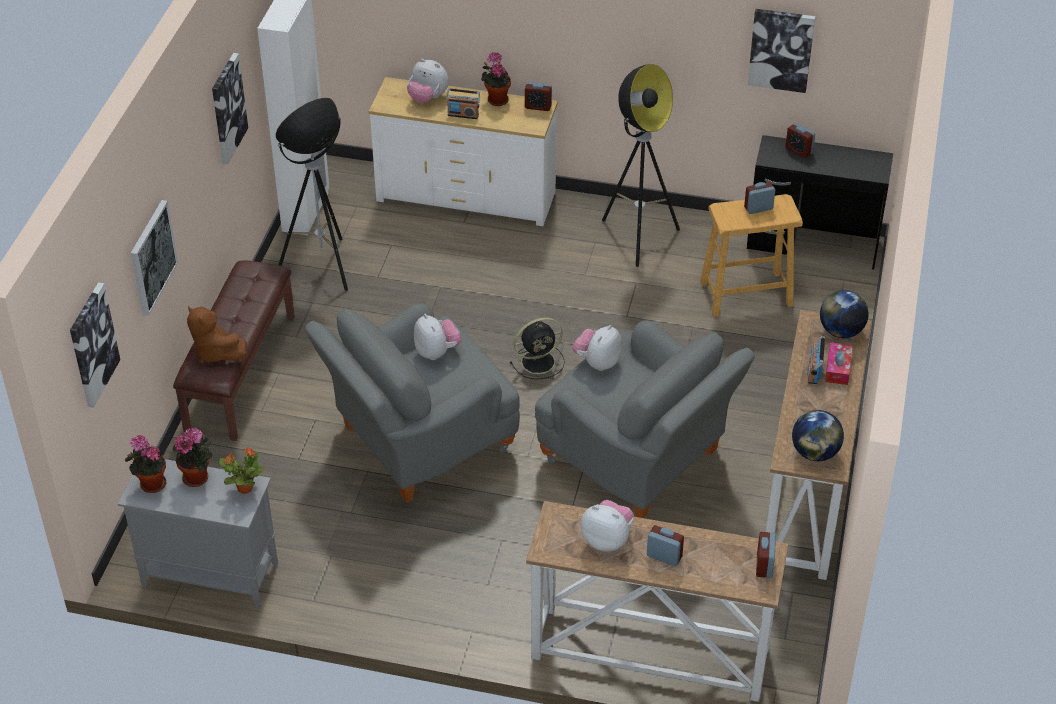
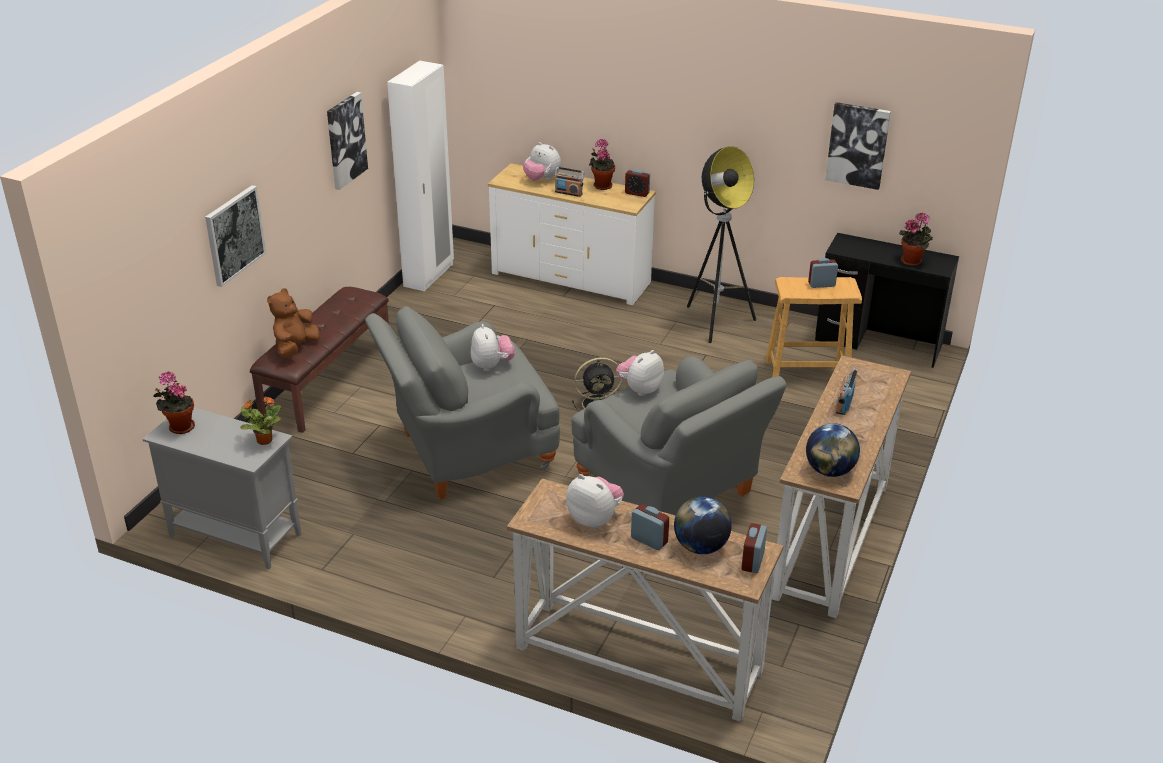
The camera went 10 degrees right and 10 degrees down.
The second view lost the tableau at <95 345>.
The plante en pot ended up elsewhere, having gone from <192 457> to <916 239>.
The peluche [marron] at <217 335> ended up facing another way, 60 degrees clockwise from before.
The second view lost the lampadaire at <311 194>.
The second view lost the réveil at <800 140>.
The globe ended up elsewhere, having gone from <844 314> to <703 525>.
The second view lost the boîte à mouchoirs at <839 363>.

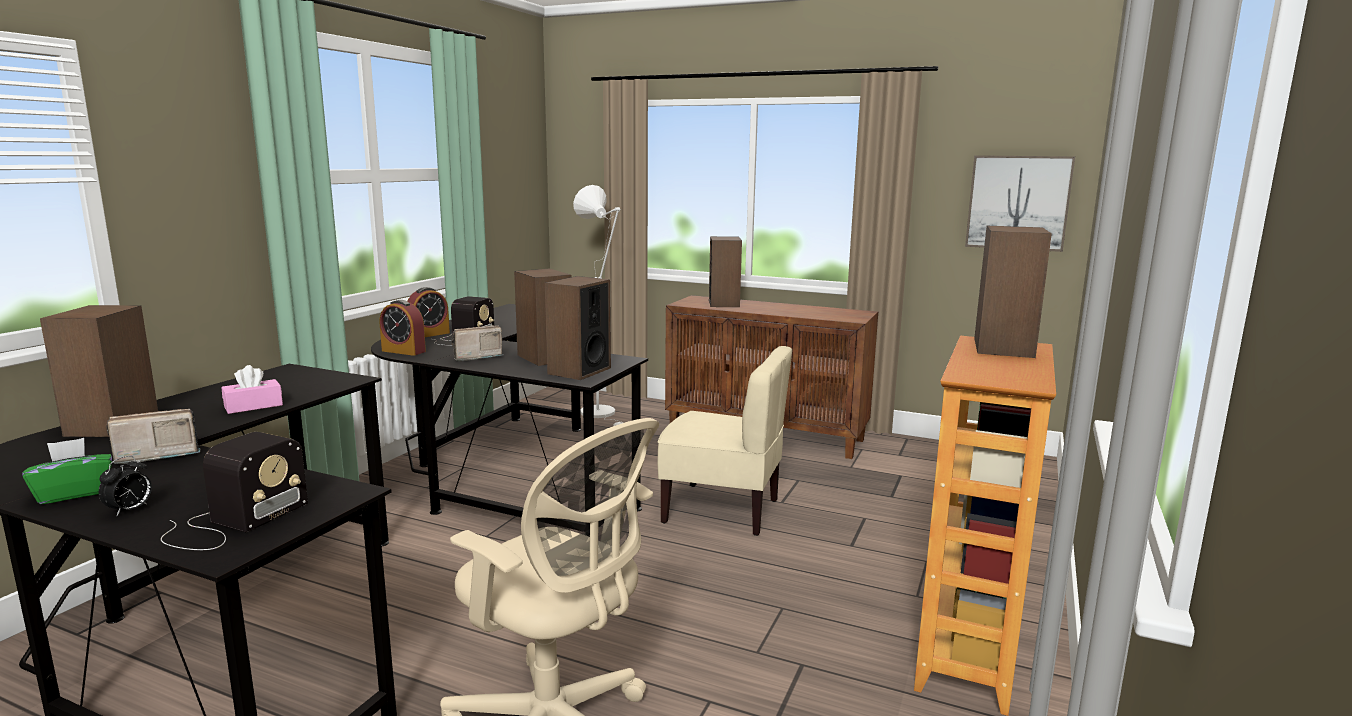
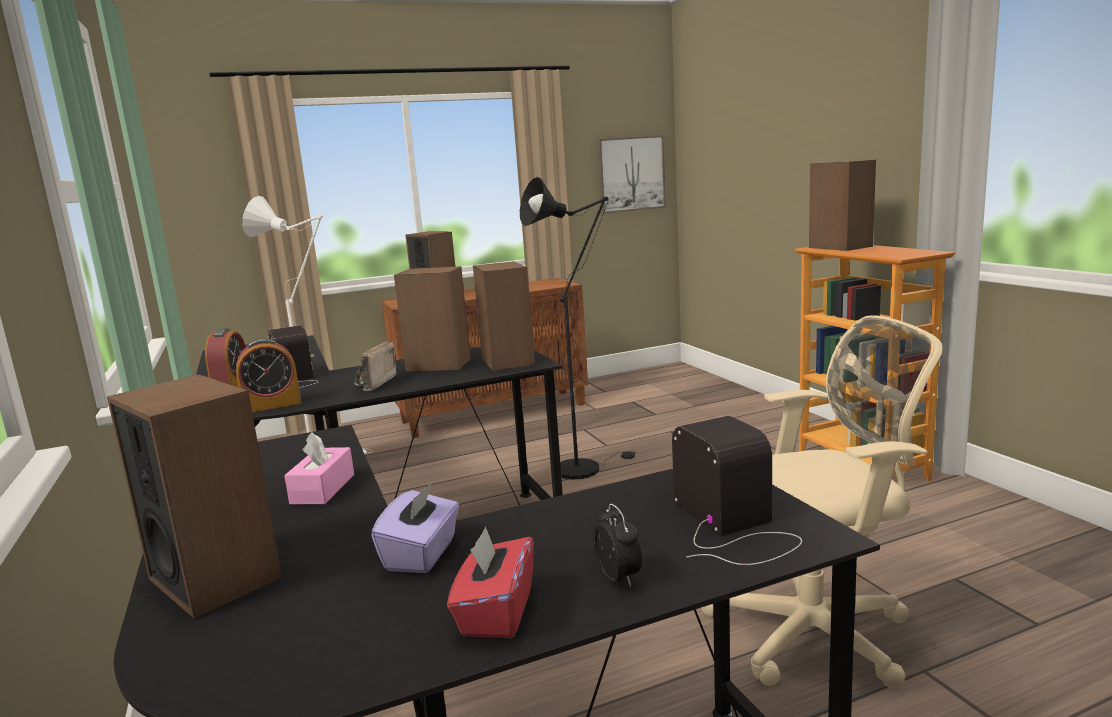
The camera went 45 degrees left and 0 degrees up.
What was the boîte à mouchoirs [vert] at <67 471> turned into the boîte à mouchoirs [rouge] at <490 582>.
Where the radio stood at <153 436>, the boîte à mouchoirs [violet] came to stand at <415 527>.
Where the chaise [beige] stood at <724 441>, the lampadaire [noir] came to stand at <578 328>.

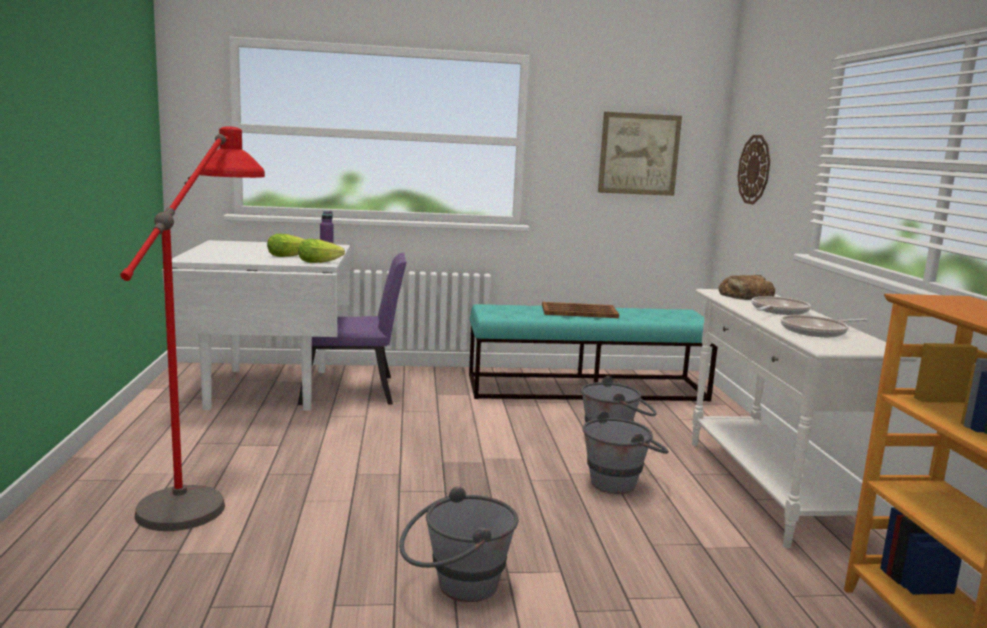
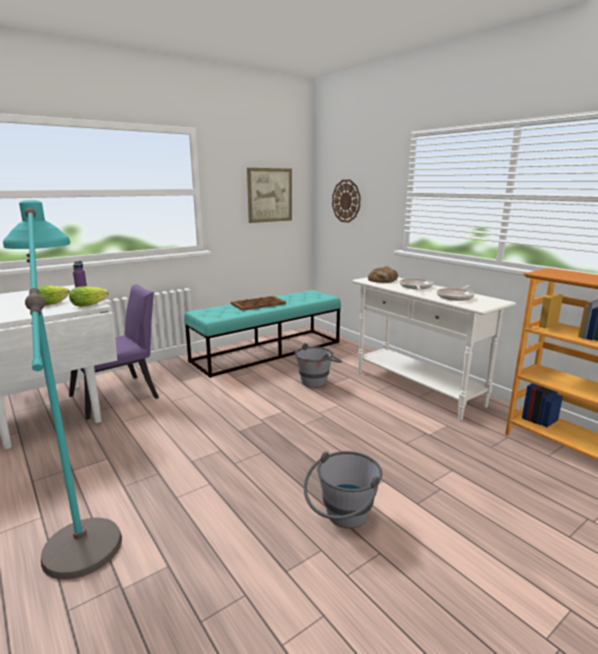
The camera went 30 degrees left and 5 degrees up.
What was the lampadaire [rouge] at <192 328> turned into the lampadaire [turquoise] at <62 390>.
The second view lost the seau [gris] at <625 452>.

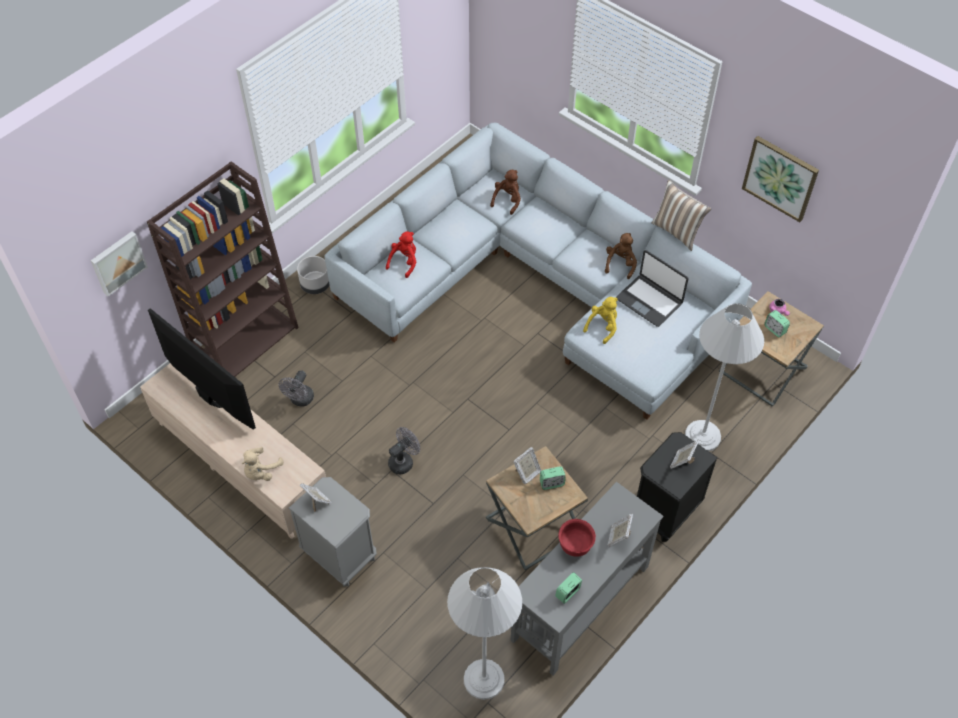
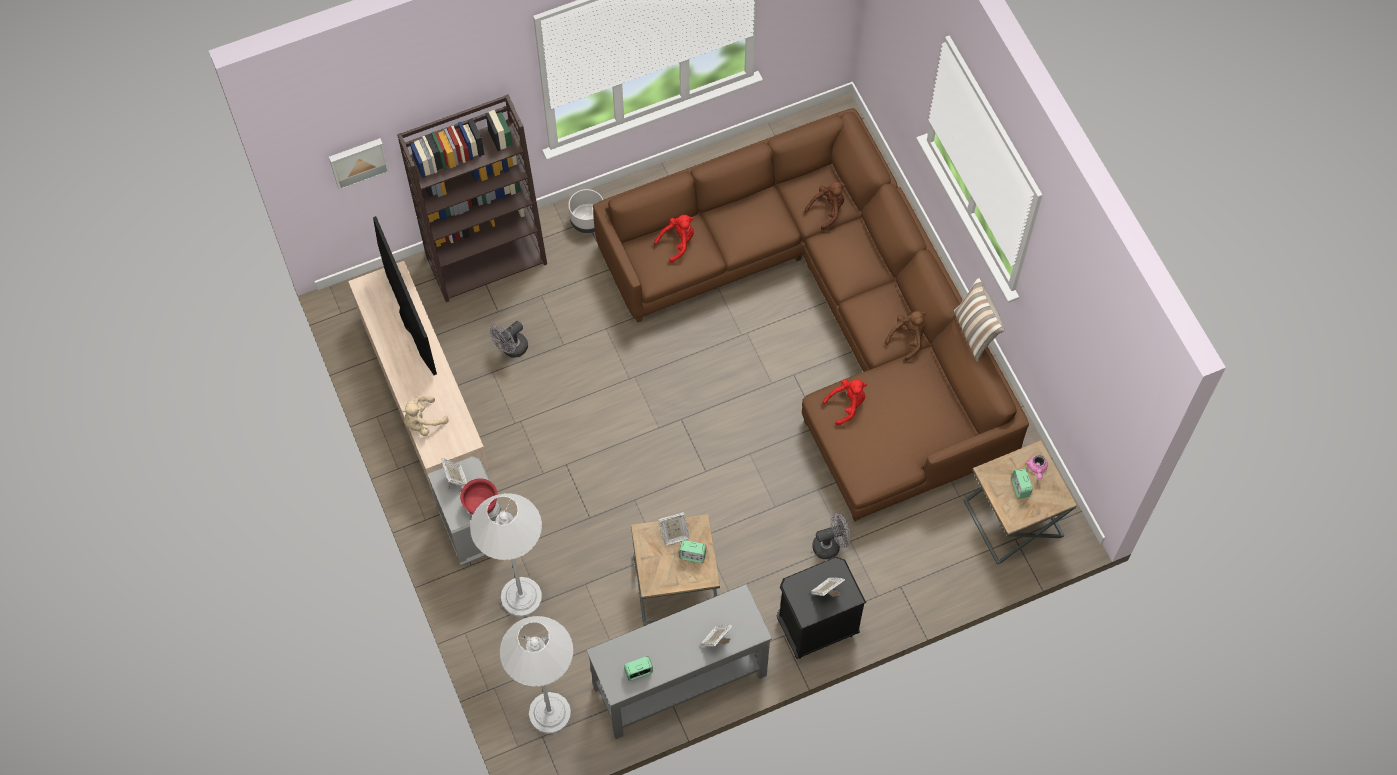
The camera went 25 degrees right and 10 degrees up.
What was the canapé [gris] at <538 271> turned into the canapé [marron] at <811 315>.
The ventilateur [gris] ended up elsewhere, having gone from <404 450> to <831 536>.
The bol [rouge] ended up elsewhere, having gone from <577 538> to <479 496>.
What was the peluche [jaune] at <600 320> turned into the peluche [rouge] at <844 402>.
The second view lost the ordinateur portable at <652 288>.
The lampadaire [blanc] ended up elsewhere, having gone from <724 377> to <506 555>.
The second view lost the tableau at <780 179>.

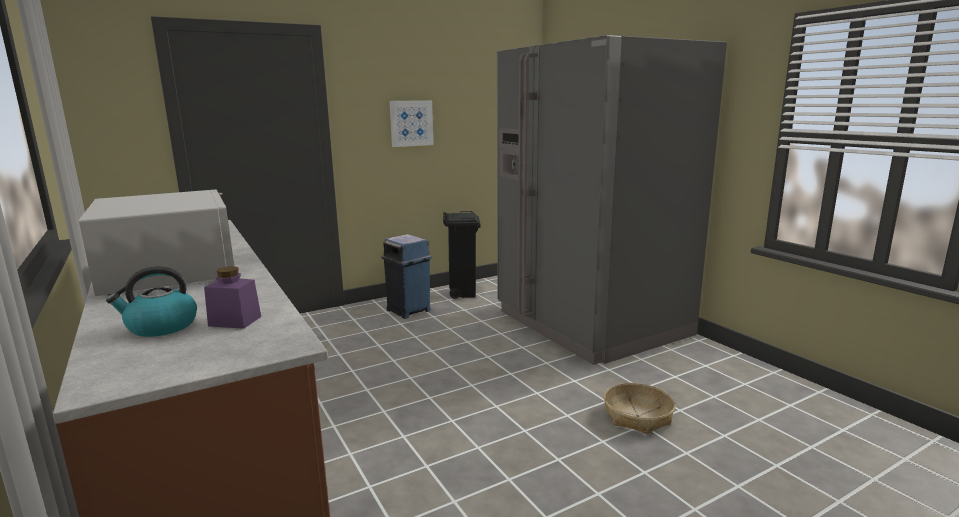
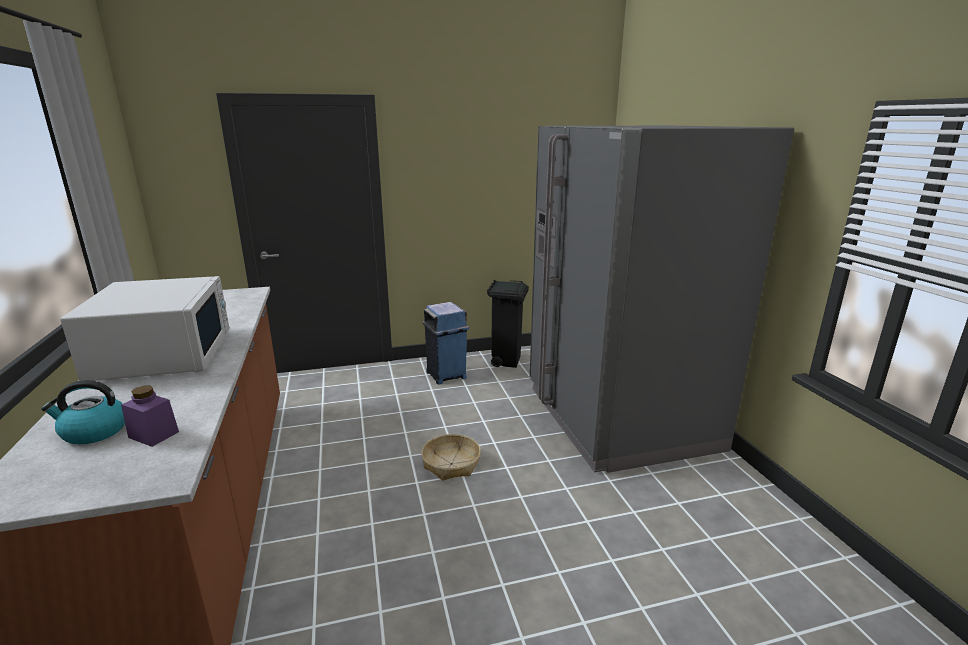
The camera went 15 degrees right and 5 degrees up.
The second view lost the tableau at <412 123>.
The panier ended up elsewhere, having gone from <639 408> to <451 457>.

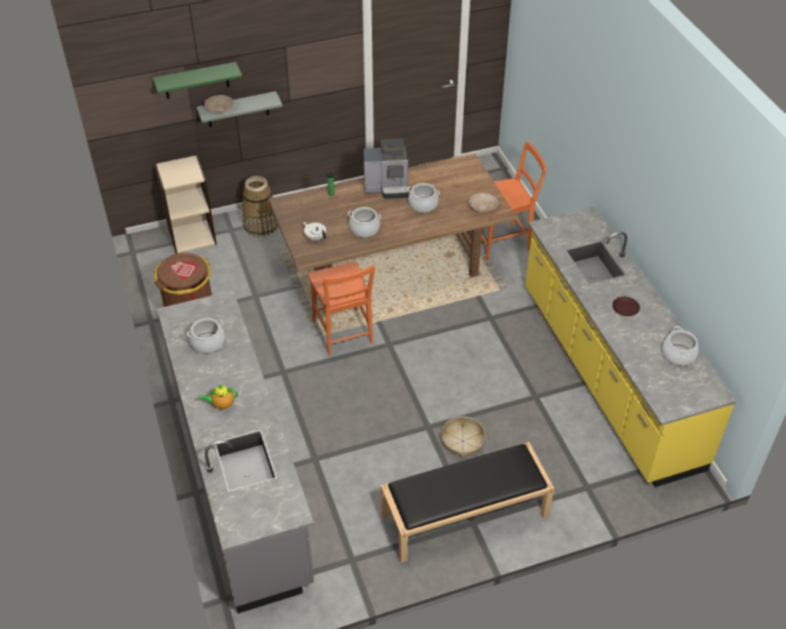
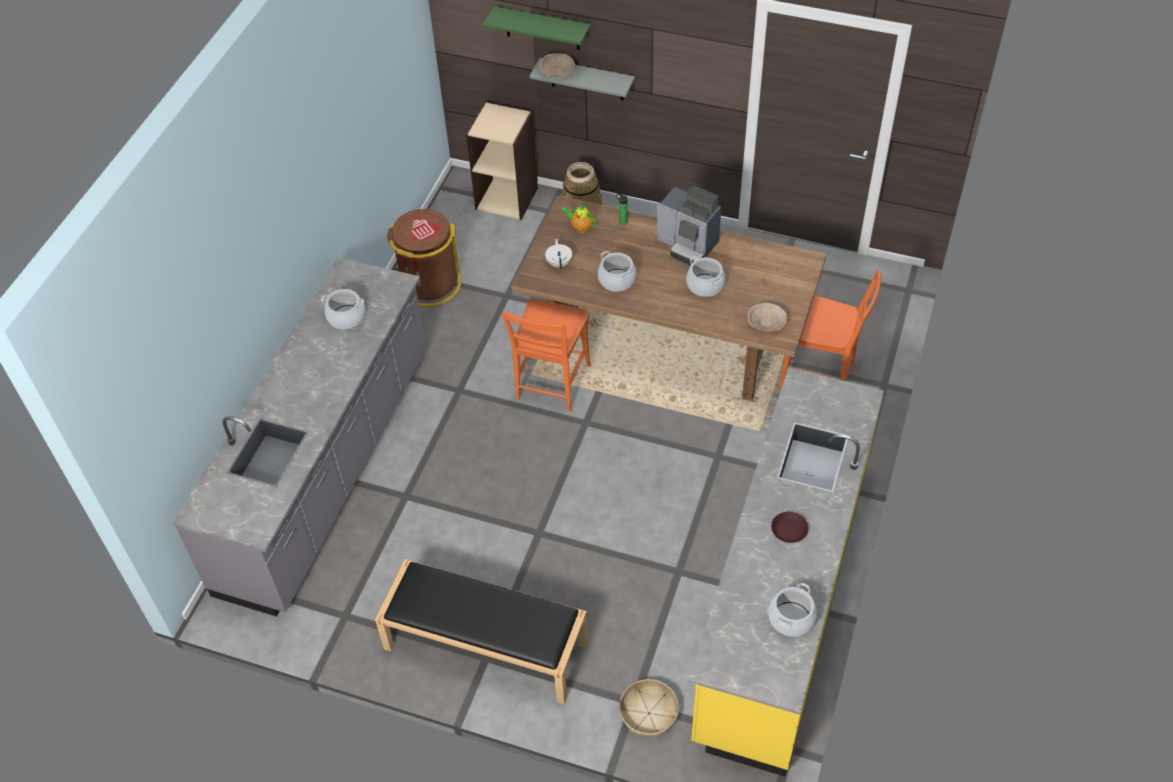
The camera went 40 degrees right and 5 degrees up.
The théière ended up elsewhere, having gone from <218 397> to <579 219>.
The panier ended up elsewhere, having gone from <463 437> to <649 708>.

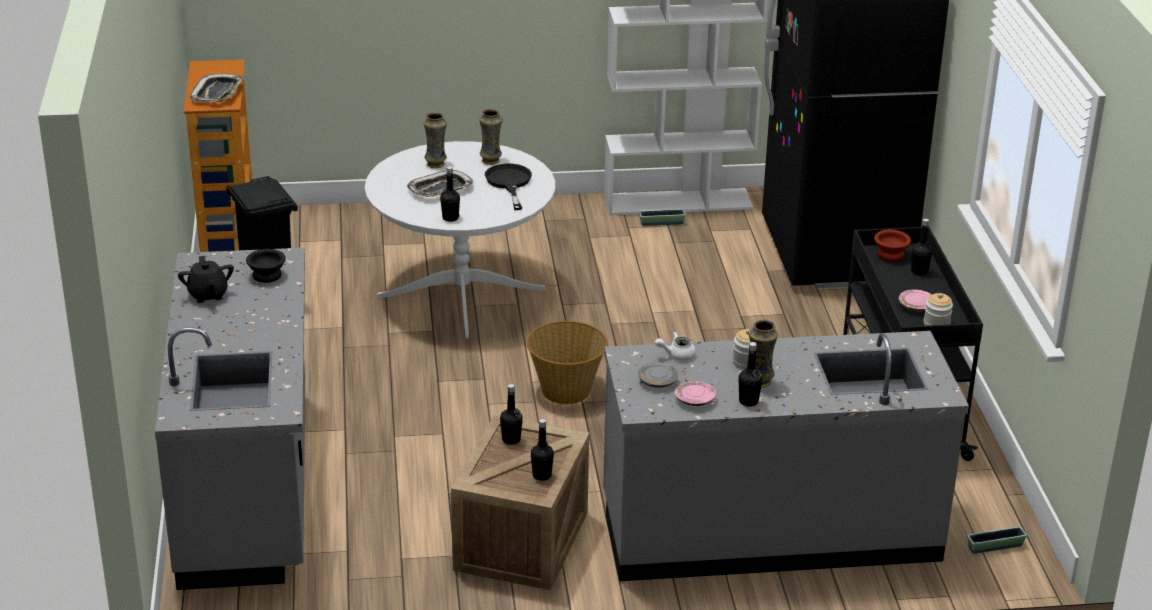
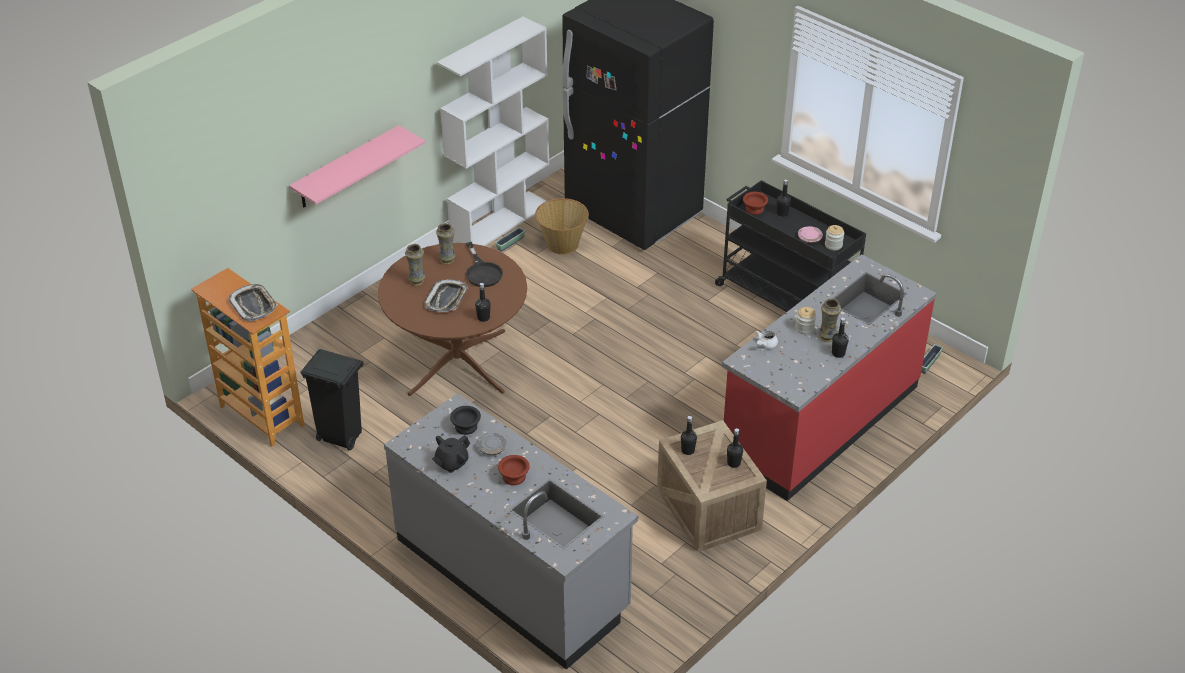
The camera went 40 degrees left and 10 degrees up.
The théière [noir] at <206 279> ended up facing another way, 105 degrees clockwise from before.
What was the table à manger [blanc] at <460 239> turned into the table à manger [marron] at <452 319>.
The poêle [noir] at <508 187> ended up facing another way, 150 degrees counterclockwise from before.
The panier ended up elsewhere, having gone from <567 362> to <562 226>.
What was the comptoir de cuisine [gris] at <786 456> turned into the comptoir de cuisine [rouge] at <829 377>.
The assiette [gris] ended up elsewhere, having gone from <658 375> to <492 444>.
The second view lost the assiette [rose] at <695 393>.
The second view gained the étagère [rose] at <357 166>.
The second view gained the bol [marron] at <514 470>.

